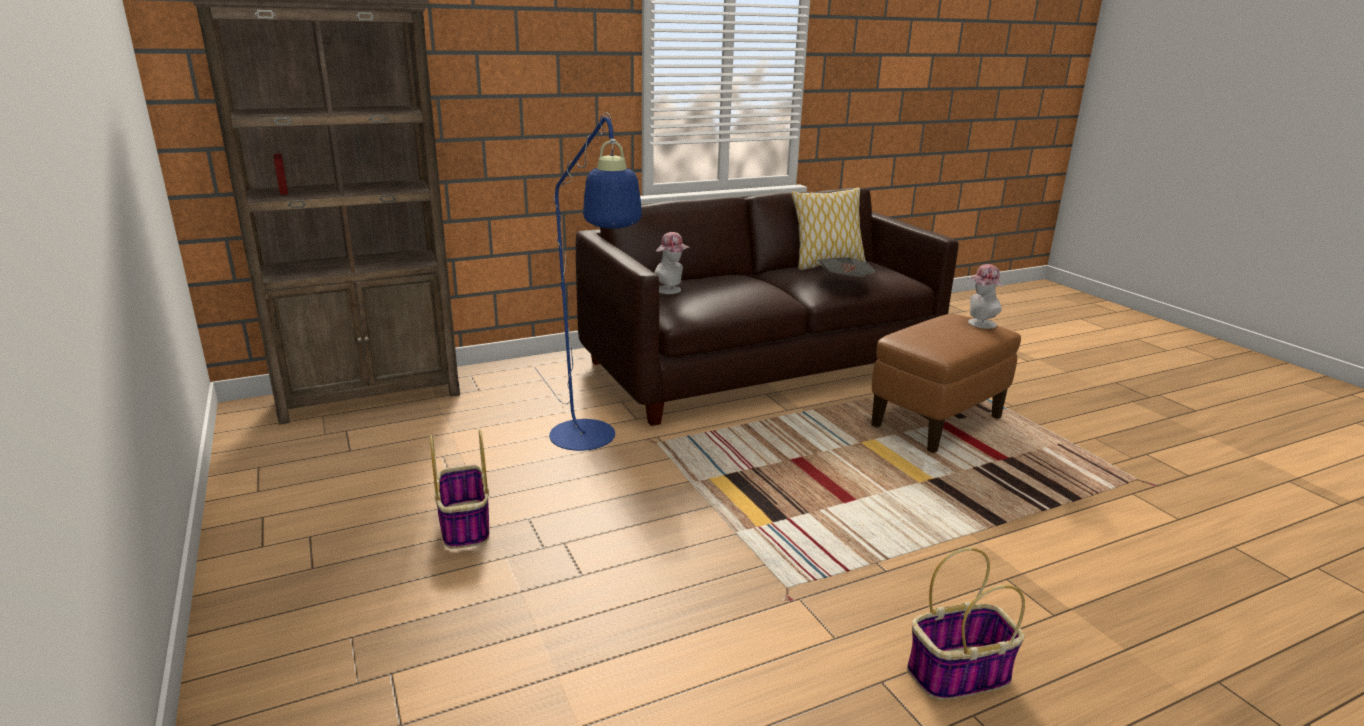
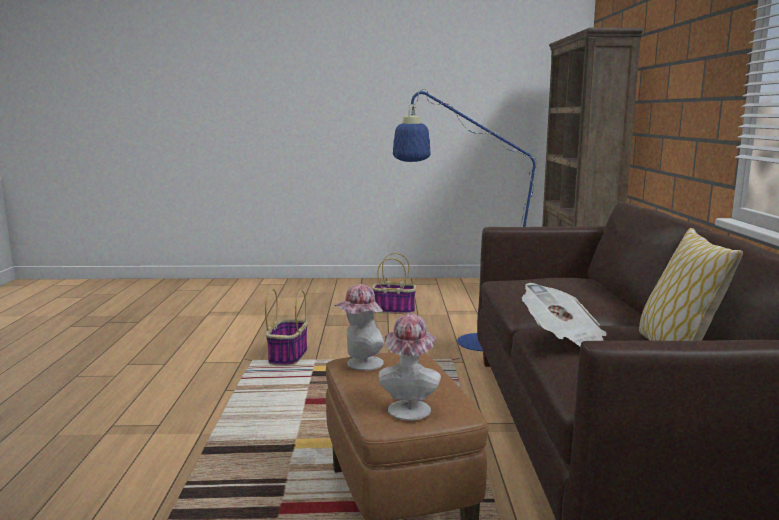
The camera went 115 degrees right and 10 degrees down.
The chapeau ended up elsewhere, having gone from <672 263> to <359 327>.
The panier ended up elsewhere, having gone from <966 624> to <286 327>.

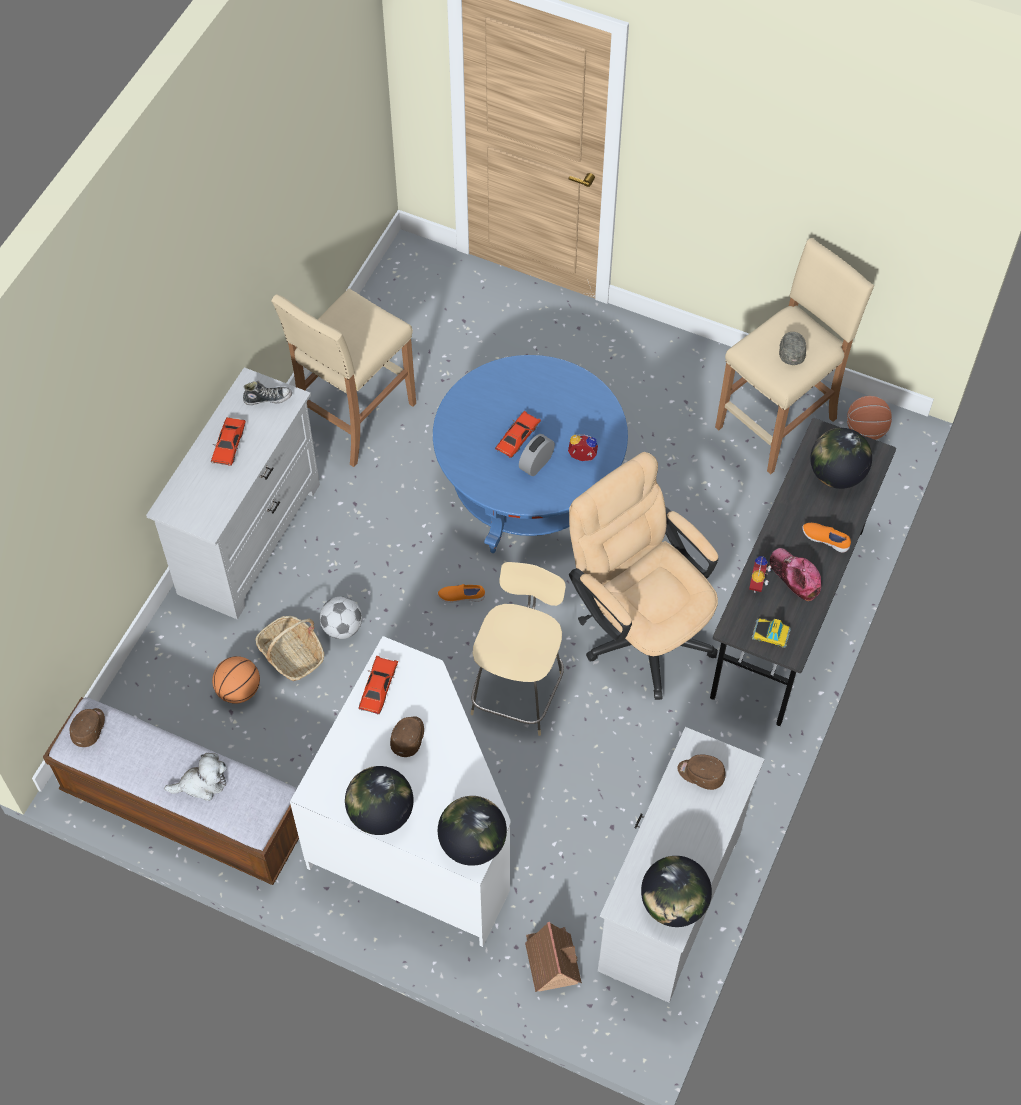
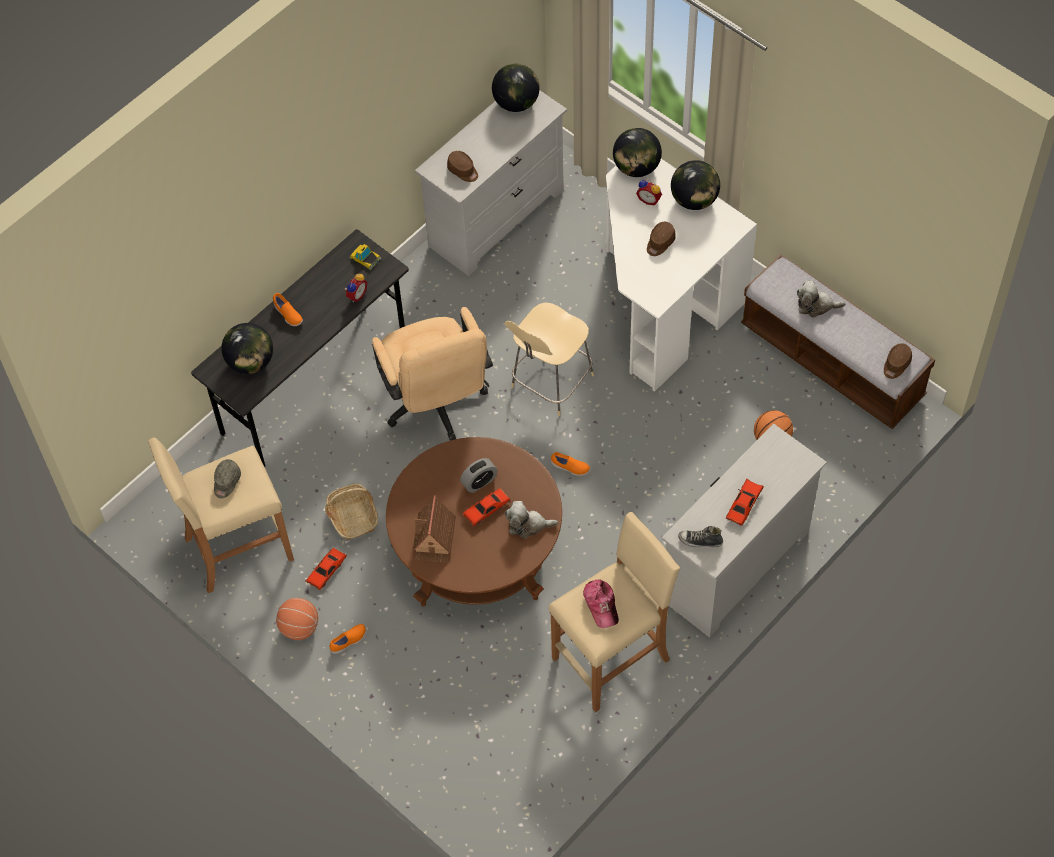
The camera went 160 degrees left and 0 degrees up.
The panier ended up elsewhere, having gone from <290 649> to <351 511>.
The second view lost the ballon de foot at <340 617>.
The petite voiture [rouge] ended up elsewhere, having gone from <378 685> to <326 568>.
What was the table basse [bleu] at <530 454> turned into the table basse [marron] at <474 522>.
The maison miniature ended up elsewhere, having gone from <553 957> to <434 529>.
The réveil ended up elsewhere, having gone from <583 448> to <649 192>.
The casquette ended up elsewhere, having gone from <796 574> to <601 603>.
The ballon de basket ended up elsewhere, having gone from <869 418> to <297 619>.
The second view gained the chaussure [orange] at <347 639>.
The second view gained the peluche at <531 520>.

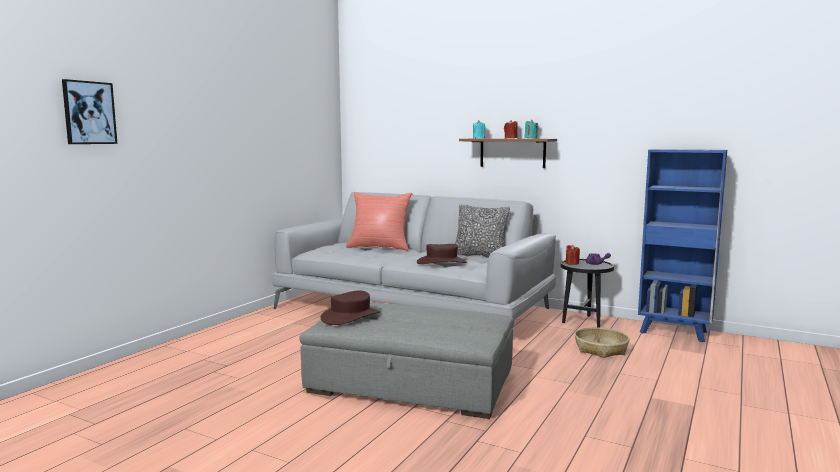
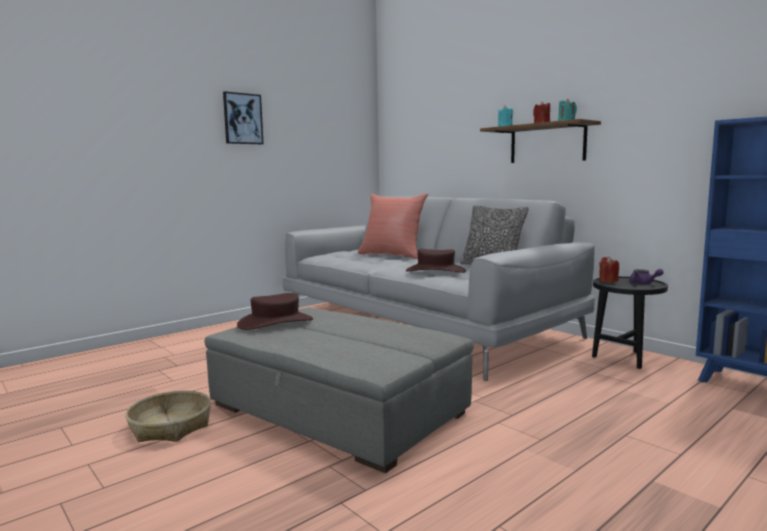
The camera went 20 degrees right and 0 degrees up.
The tableau ended up elsewhere, having gone from <89 111> to <243 117>.
The panier ended up elsewhere, having gone from <602 342> to <168 416>.

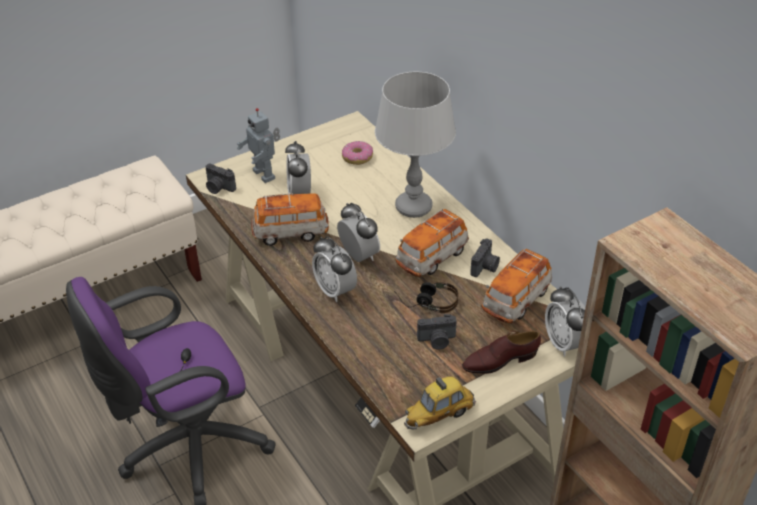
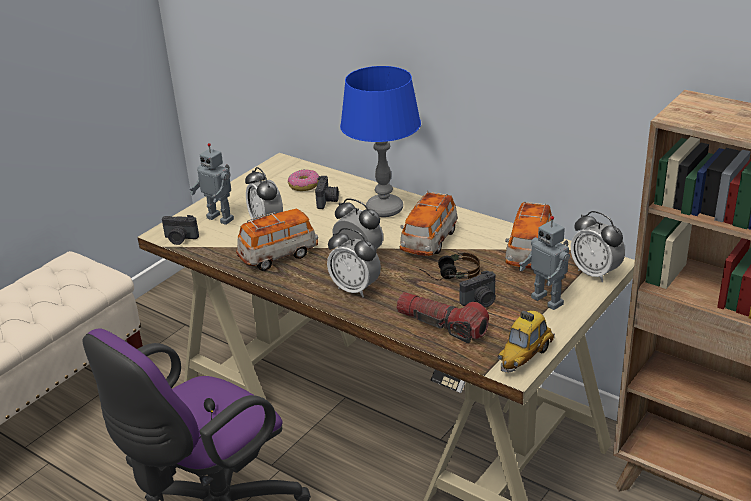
The camera went 20 degrees left and 10 degrees down.
What was the lampe de table [gris] at <415 144> turned into the lampe de table [bleu] at <380 141>.
Where the chaussure [marron] stood at <501 352>, the robot jouet came to stand at <544 263>.
The appareil photo ended up elsewhere, having gone from <485 258> to <327 192>.
The second view gained the lampe de poche at <443 317>.

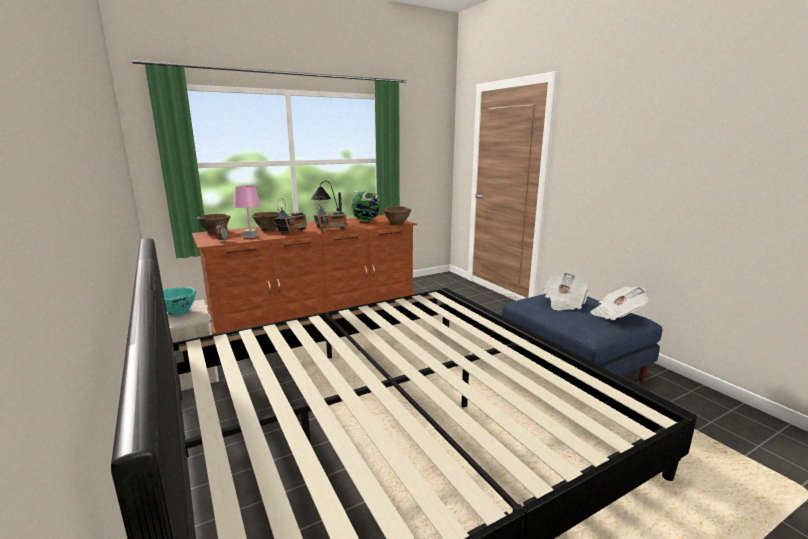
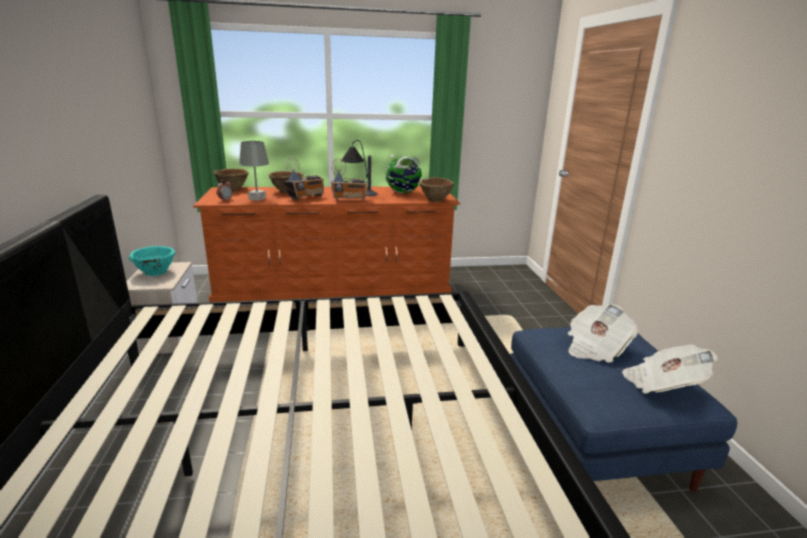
The camera went 20 degrees right and 5 degrees up.
What was the lampe de table [rose] at <247 212> turned into the lampe de table [gris] at <254 171>.

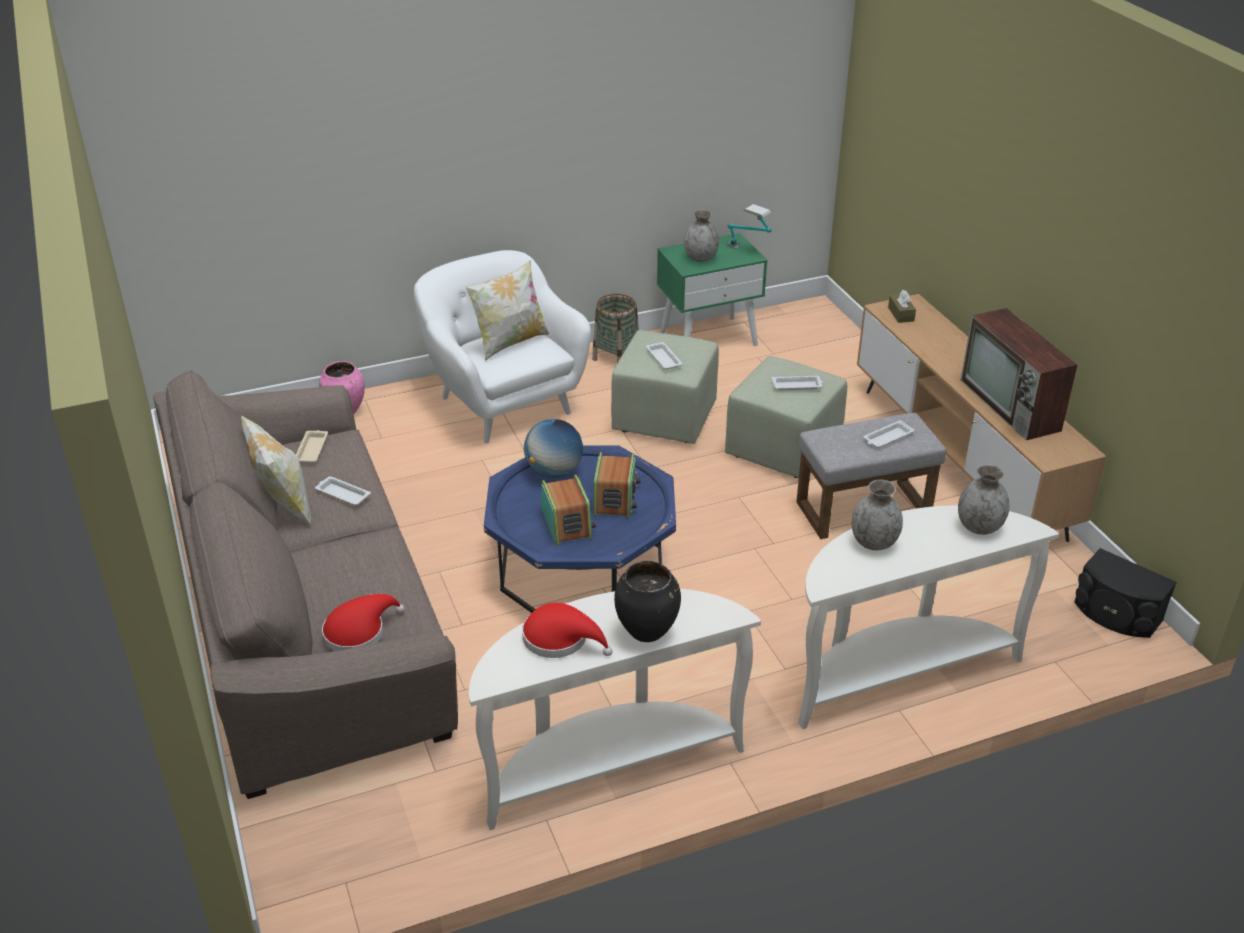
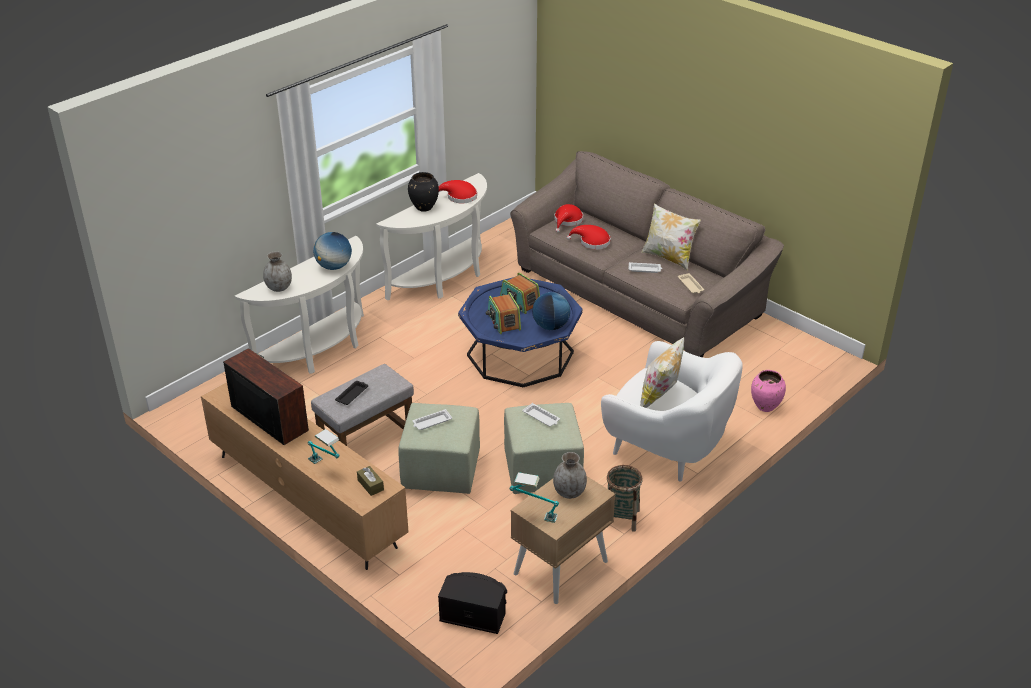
The camera went 155 degrees right and 0 degrees up.
What was the table de chevet [vert] at <712 289> turned into the table de chevet [beige] at <563 540>.
Where the vase [gris] stood at <877 515>, the globe came to stand at <332 251>.
What was the plateau [blanc] at <889 434> turned into the plateau [noir] at <351 393>.
The enceinte [noir] ended up elsewhere, having gone from <1126 593> to <472 603>.
The second view gained the lampe de table at <323 446>.
The second view gained the chapeau [rouge] at <588 237>.

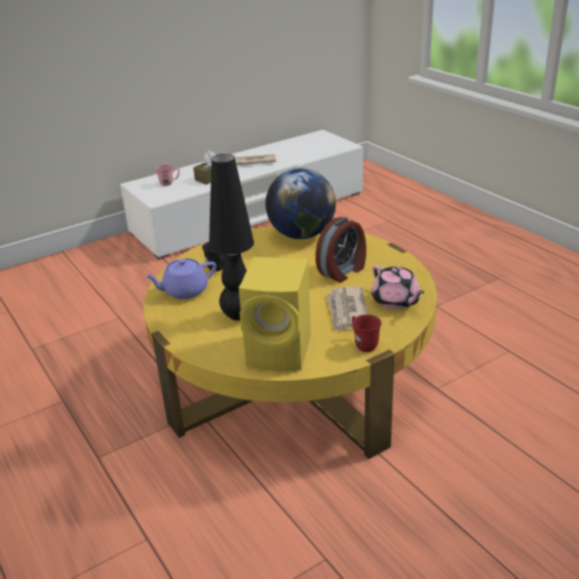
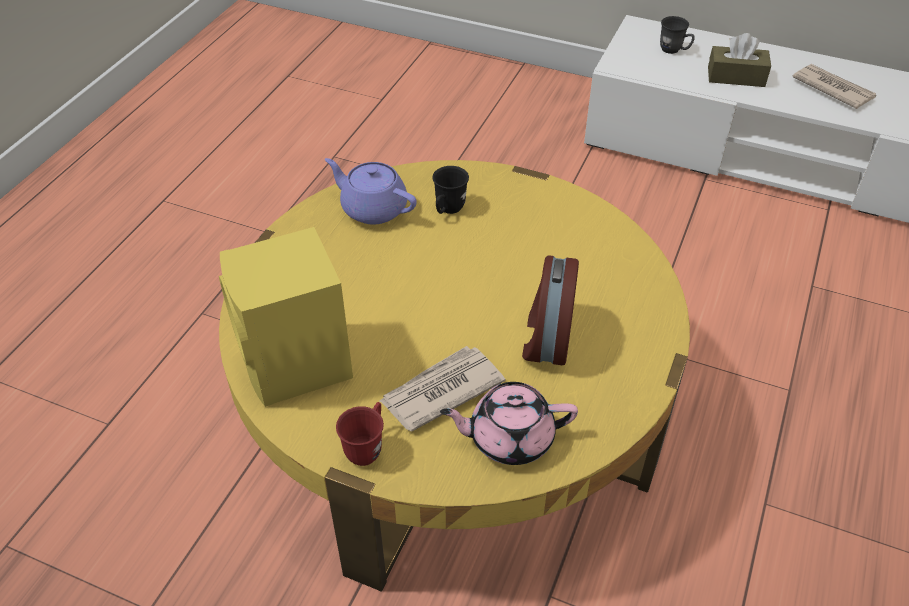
The camera went 55 degrees right and 15 degrees up.
What was the mug [rose] at <167 175> turned into the mug [gris] at <677 35>.
The second view lost the lampe de table [noir] at <231 237>.
The second view lost the globe at <300 203>.
The réveil at <340 249> ended up facing another way, 90 degrees clockwise from before.
The théière [rose] at <397 287> ended up facing another way, 60 degrees clockwise from before.

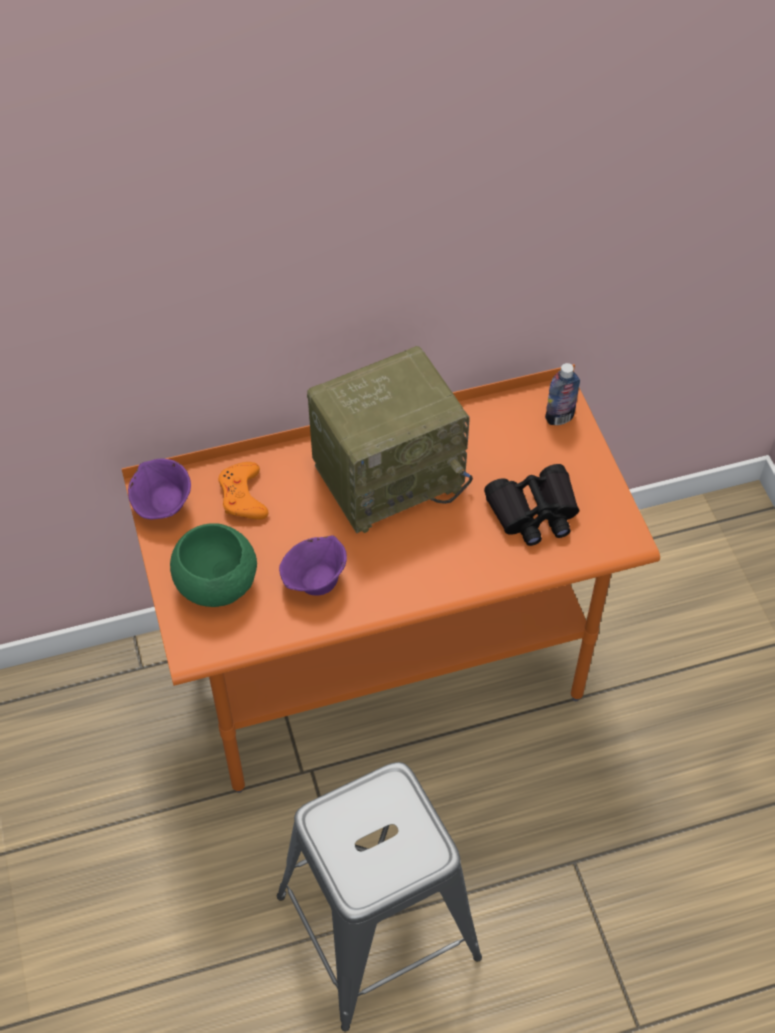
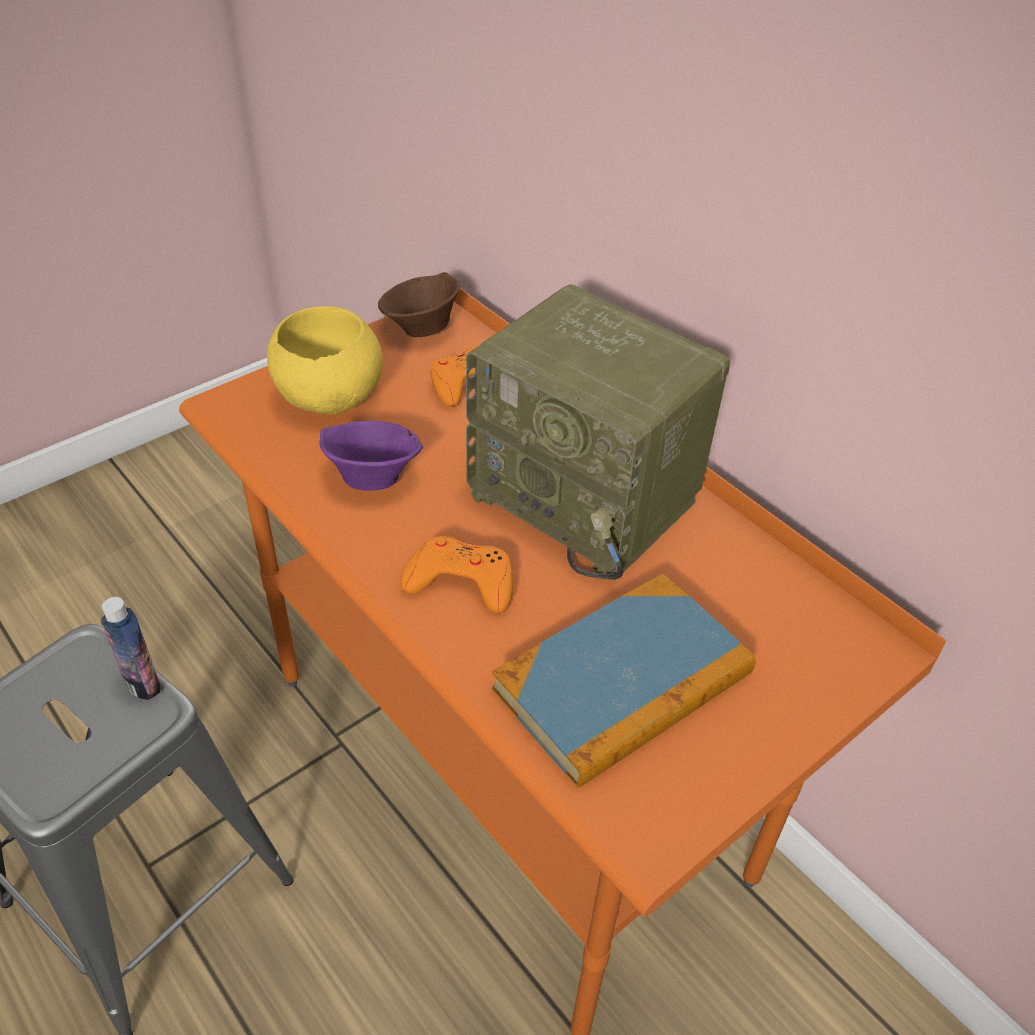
The camera went 65 degrees right and 10 degrees down.
What was the bol [violet] at <159 489> turned into the bol [marron] at <419 304>.
What was the bol [vert] at <213 565> turned into the bol [jaune] at <325 360>.
Where the jumelles [noir] stood at <531 505>, the livre came to stand at <624 680>.
The bouteille ended up elsewhere, having gone from <562 394> to <130 648>.
The second view gained the manette [orange] at <457 574>.

